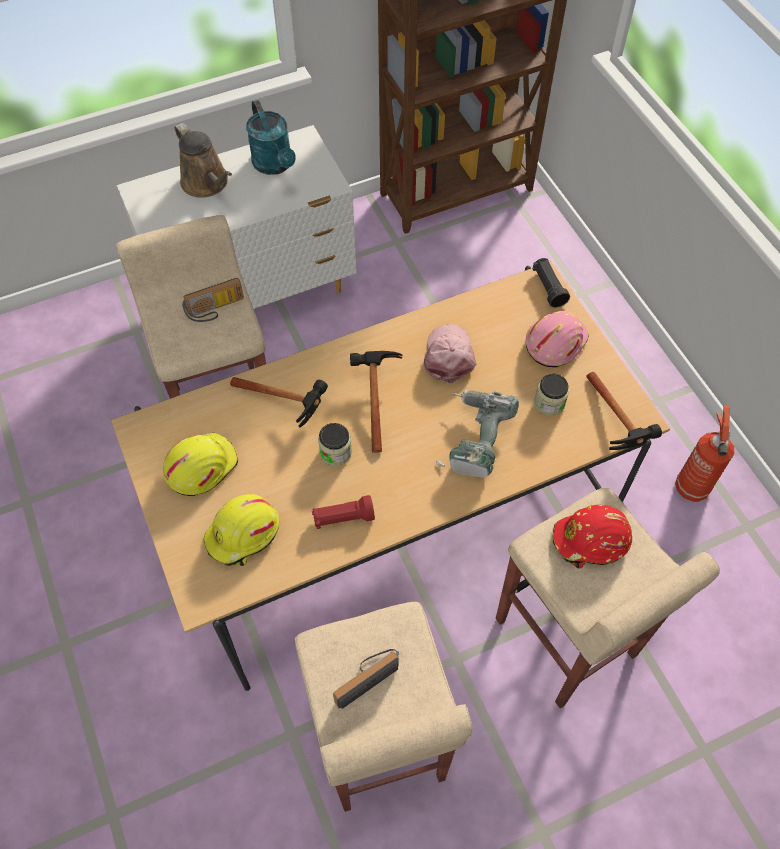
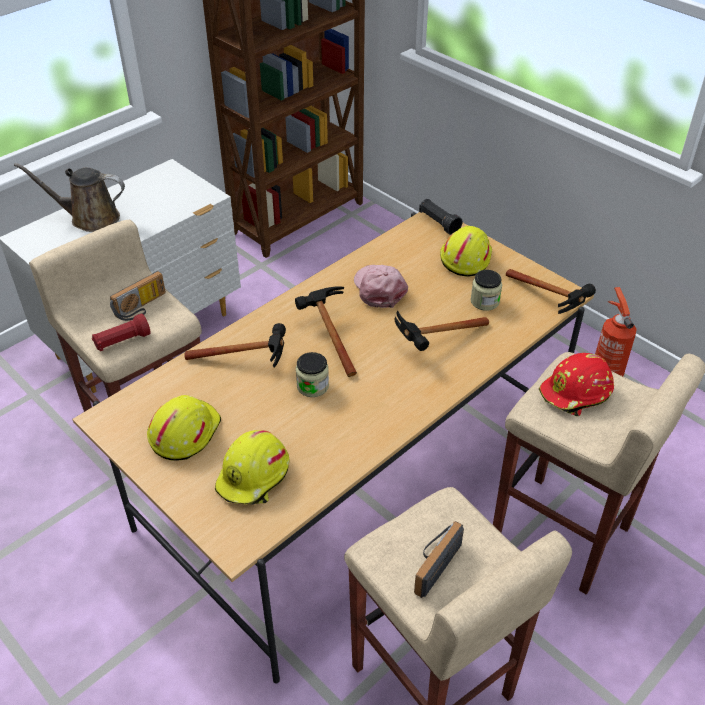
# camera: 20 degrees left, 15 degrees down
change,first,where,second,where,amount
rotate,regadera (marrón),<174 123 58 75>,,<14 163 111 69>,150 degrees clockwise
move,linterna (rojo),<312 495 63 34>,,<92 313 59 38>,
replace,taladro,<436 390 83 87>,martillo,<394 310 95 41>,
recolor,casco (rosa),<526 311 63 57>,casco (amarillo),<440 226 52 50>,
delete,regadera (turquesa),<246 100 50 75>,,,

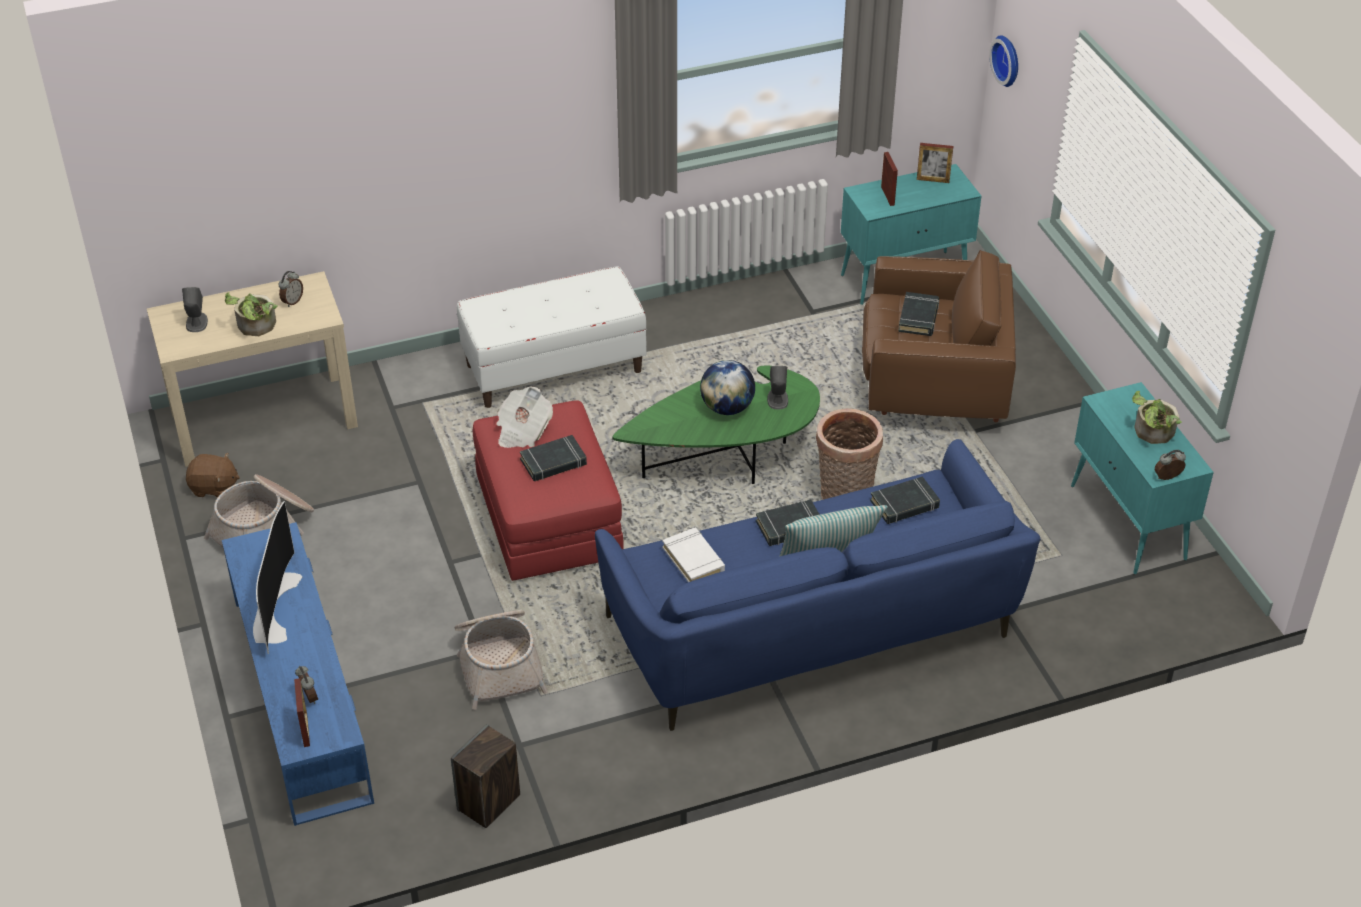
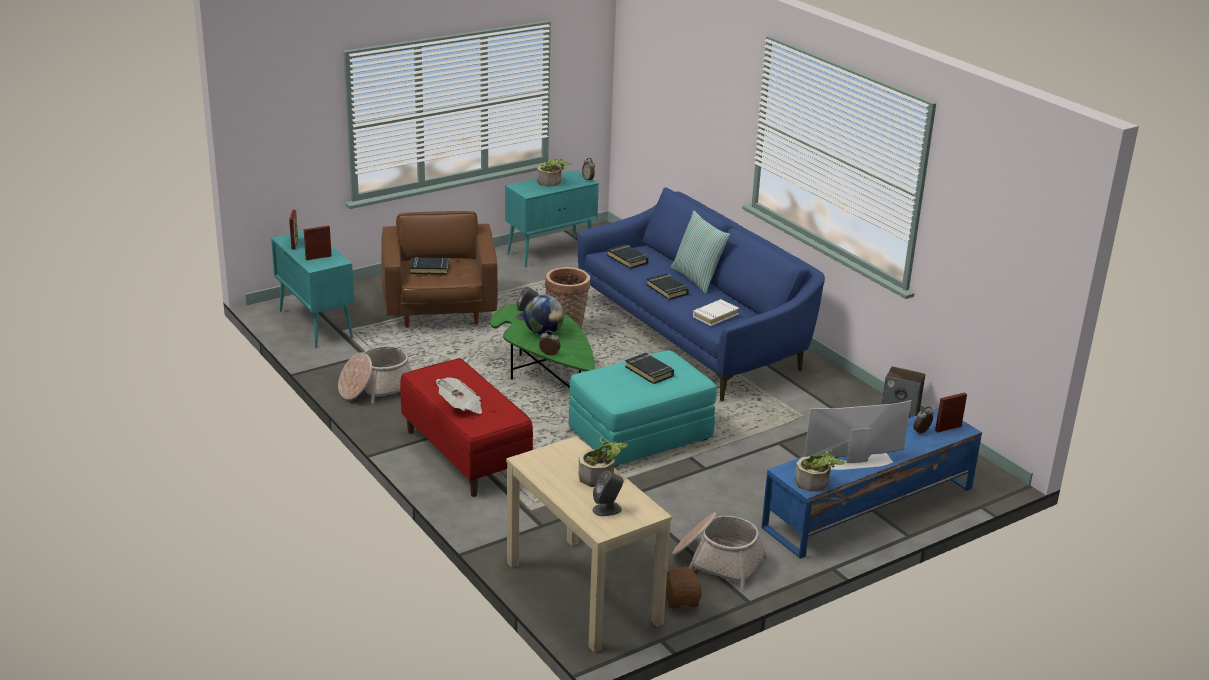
# camera: 105 degrees left, 15 degrees down
change,first,where,second,where,amount
move,cesta,<455 610 93 100>,,<338 346 74 57>,
recolor,banco (blanco),<457 266 189 142>,banco (rojo),<400 358 133 139>,
move,periódico,<497 386 56 62>,,<436 377 46 37>,
move,despertador,<279 271 24 36>,,<539 331 21 24>,
recolor,puf (rojo),<473 400 151 181>,puf (turquesa),<569 350 148 117>,
insert,,,planta en maceta,<795 449 51 43>,
delete,reloj de pared,<989 35 29 52>,,,

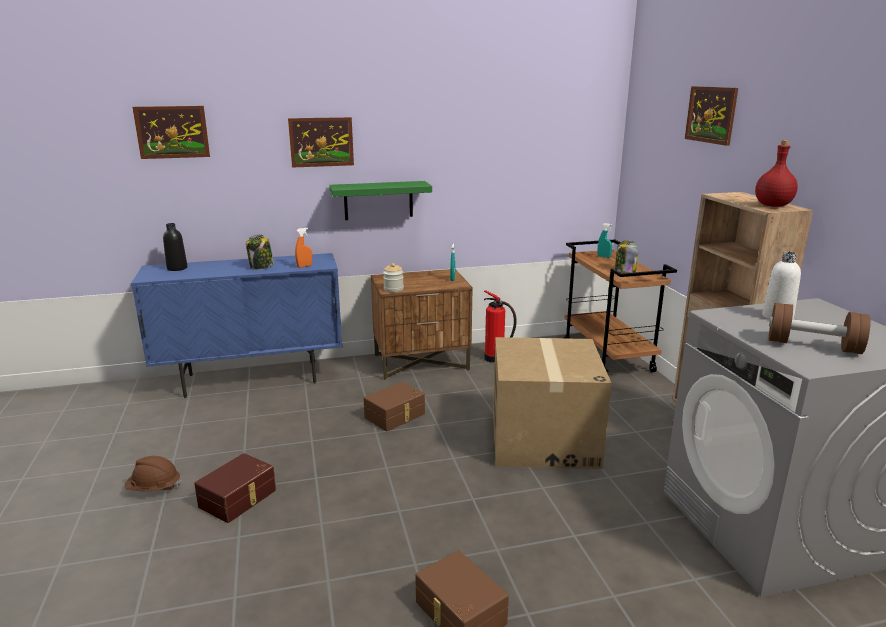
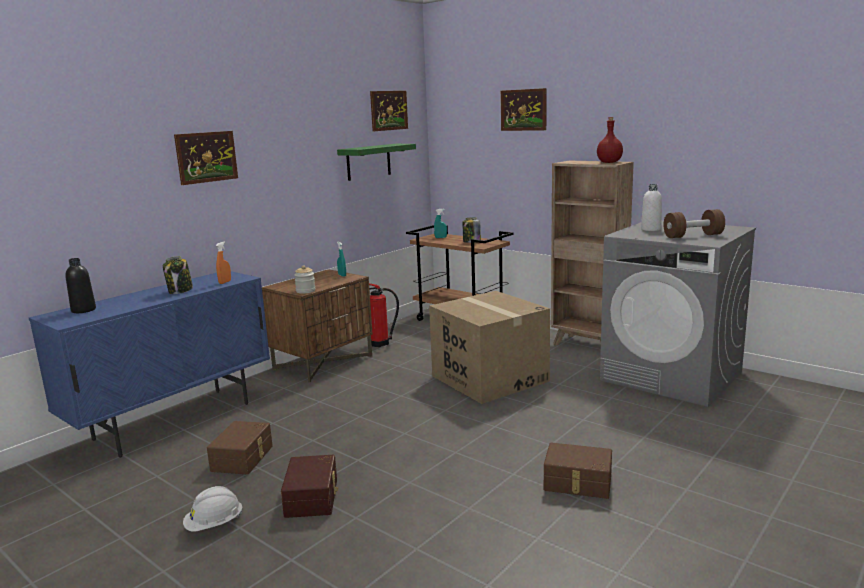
# camera: 35 degrees left, 5 degrees down
change,first,where,second,where,amount
recolor,casco (marrón),<124 456 57 36>,casco (blanco),<183 486 60 46>,
move,caja de almacenaje (marrón),<364 382 61 49>,,<207 421 66 54>,
move,estante (verde),<329 181 103 39>,,<337 144 79 37>,
move,cuadro,<132 106 78 53>,,<370 91 38 40>,

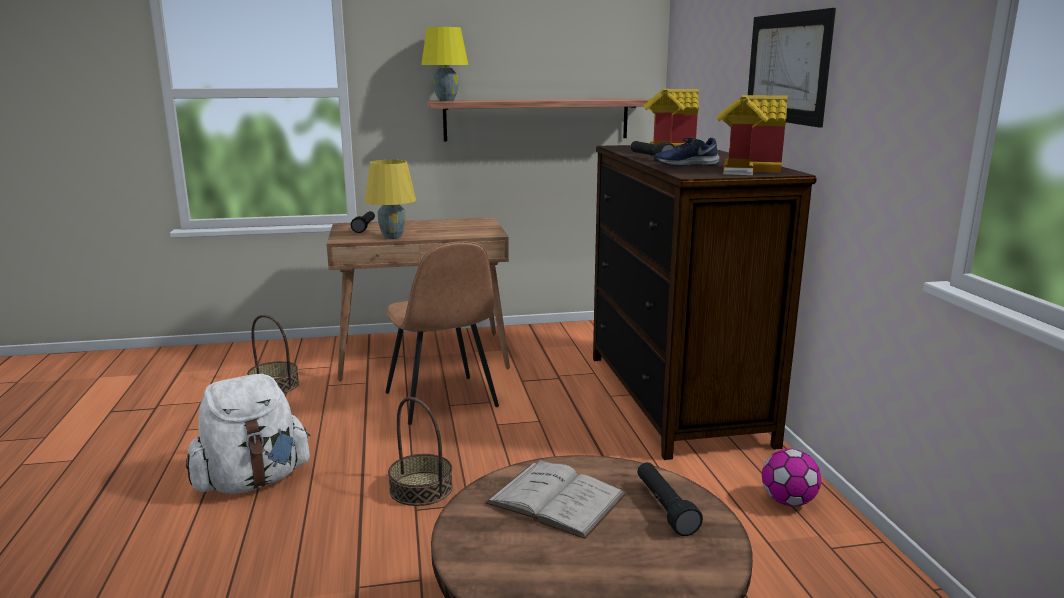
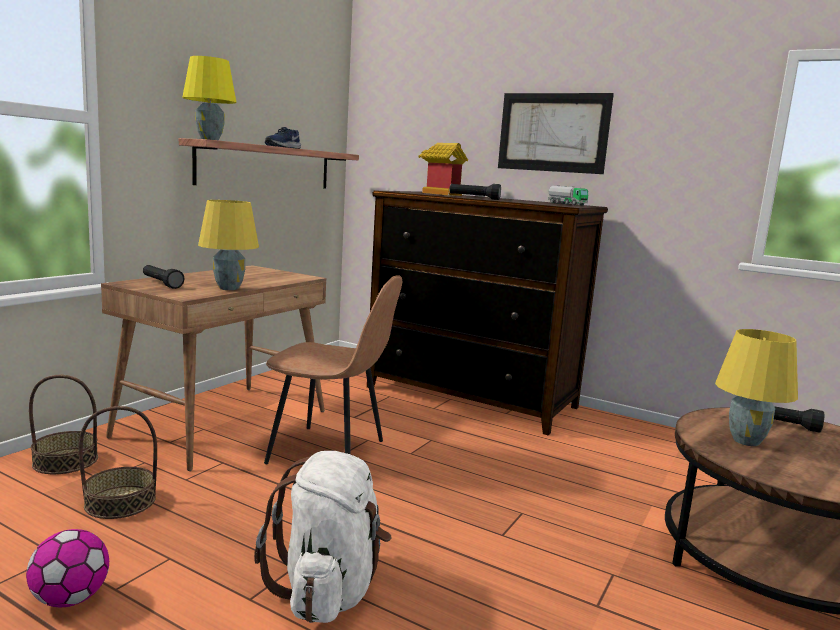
# camera: 50 degrees left, 5 degrees down
change,first,where,second,where,amount
move,balón de fútbol,<762 449 59 57>,,<26 529 83 79>,
move,cesta,<388 397 65 109>,,<29 375 69 99>,
move,zapato (azul),<654 137 66 29>,,<265 127 36 22>,
replace,casita,<717 95 71 80>,camión de juguete,<548 185 40 21>,
replace,libro (blanco),<485 459 141 80>,lámpara de mesa (amarillo),<715 329 83 117>,

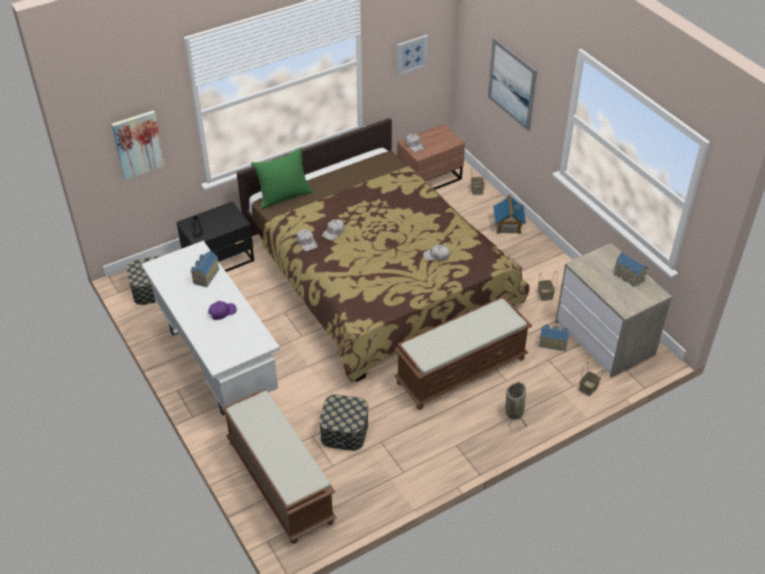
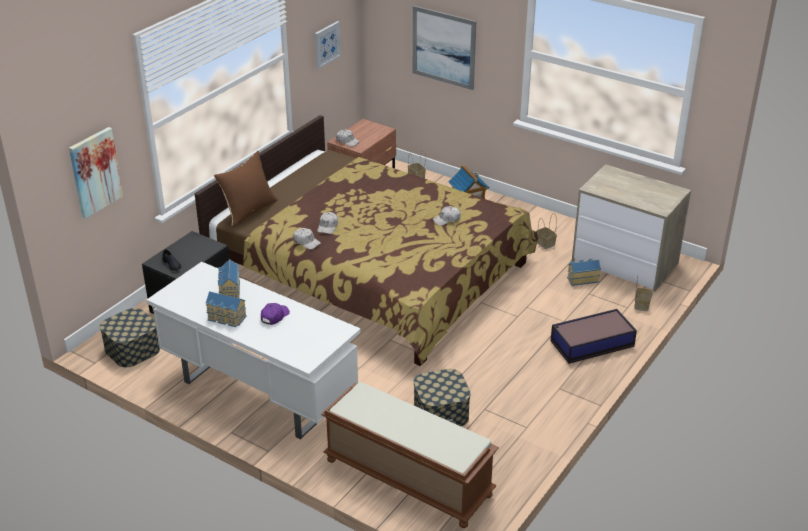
# camera: 25 degrees left, 10 degrees down
change,first,where,second,where,amount
move,casita,<613 252 35 35>,,<206 291 41 36>,
recolor,cojín (verde),<251 147 62 61>,cojín (marrón),<214 151 64 76>,
replace,cesta,<505 382 23 47>,caja de almacenaje,<551 309 86 55>,
delete,banco (marrón),<394 296 138 114>,,,

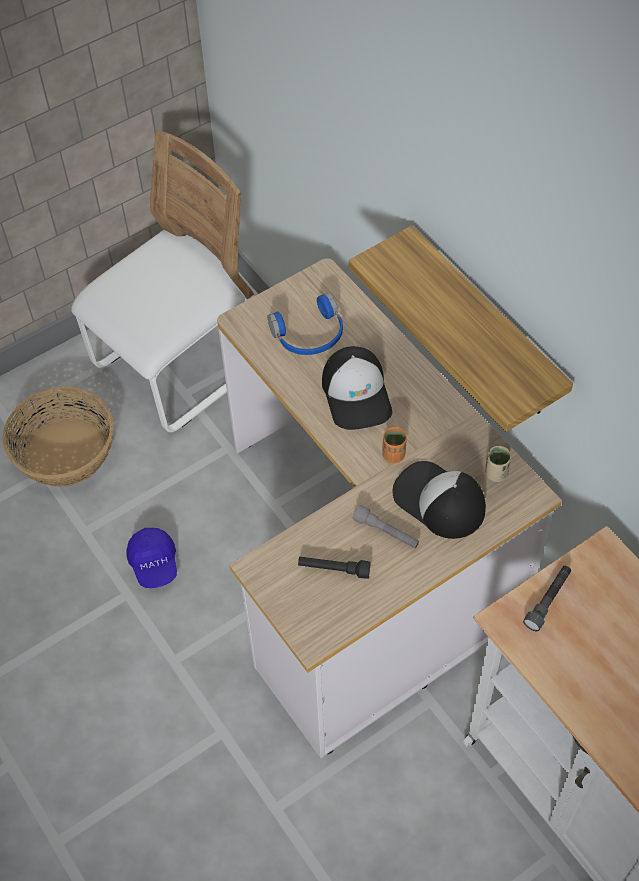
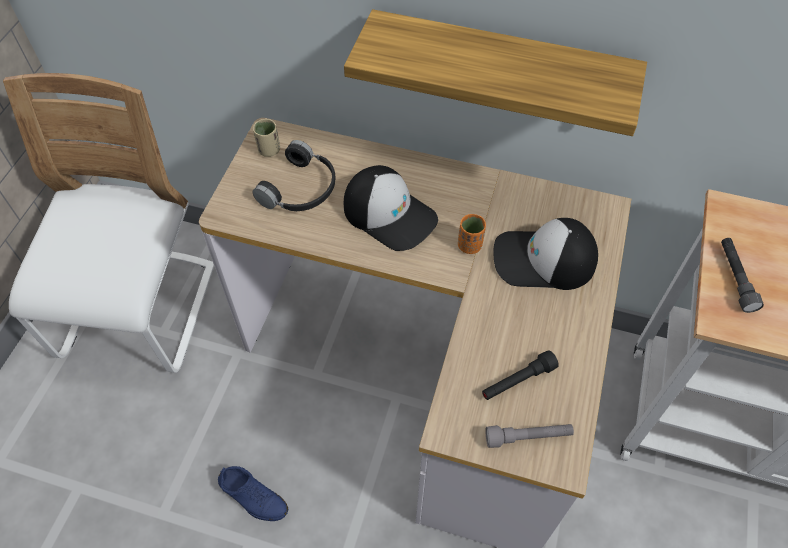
# camera: 40 degrees left, 0 degrees up
change,first,where,second,where,amount
replace,gorra (azul),<126 528 51 60>,zapato (azul),<218 466 70 55>,
move,taza (beis),<485 446 26 36>,,<253 119 27 38>,
recolor,auriculares (azul),<267 293 76 62>,auriculares (negro),<253 140 82 71>,
move,linterna (gris),<353 505 66 43>,,<485 424 89 24>,
delete,cesta,<3 387 111 100>,,,

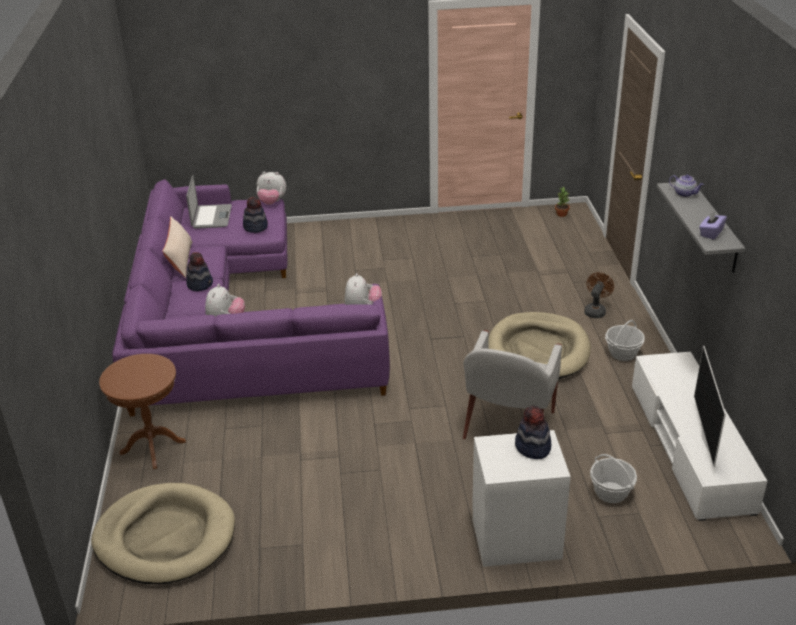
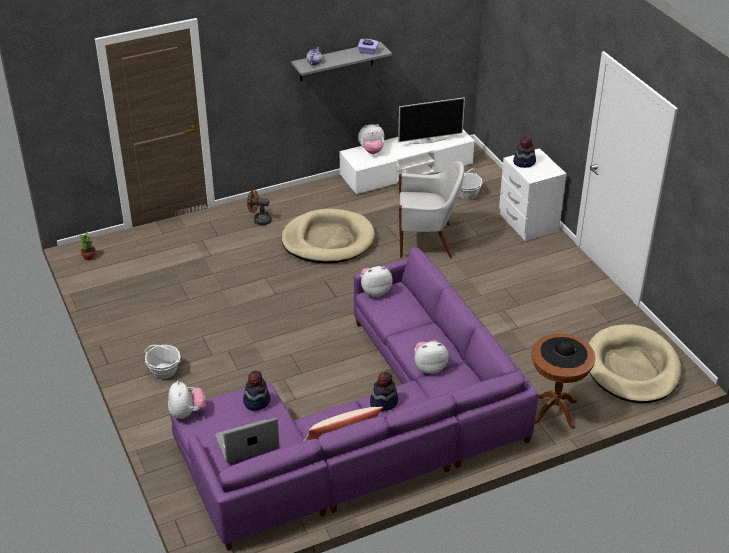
# camera: 110 degrees left, 5 degrees up
change,first,where,second,where,amount
move,cesta,<605 320 40 41>,,<144 345 37 34>,
insert,,,peluche,<358 124 27 30>,
insert,,,sombrero (negro),<541 337 47 31>,

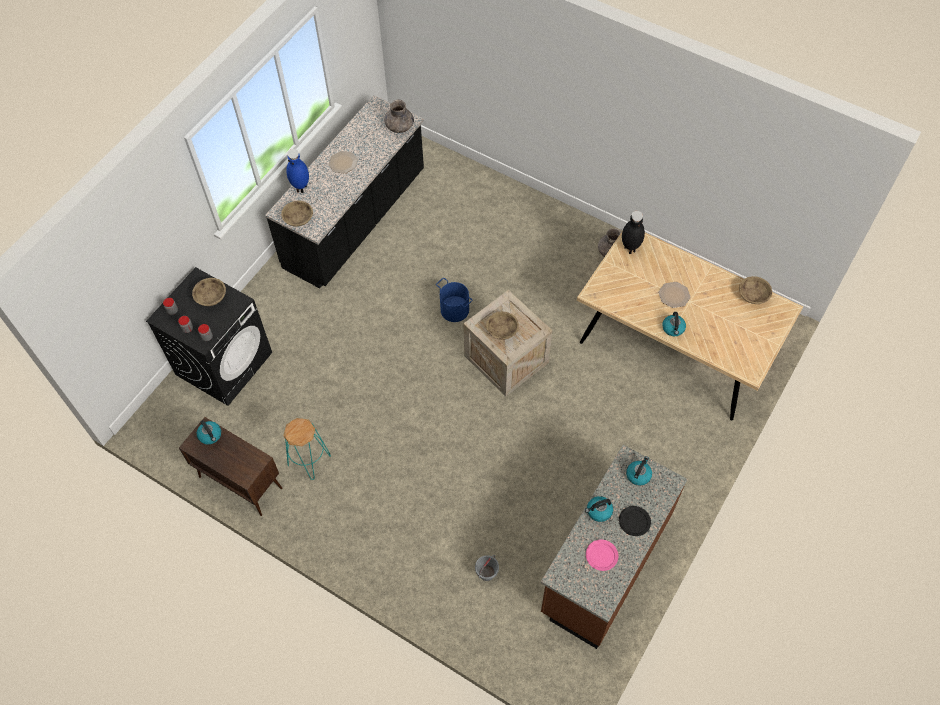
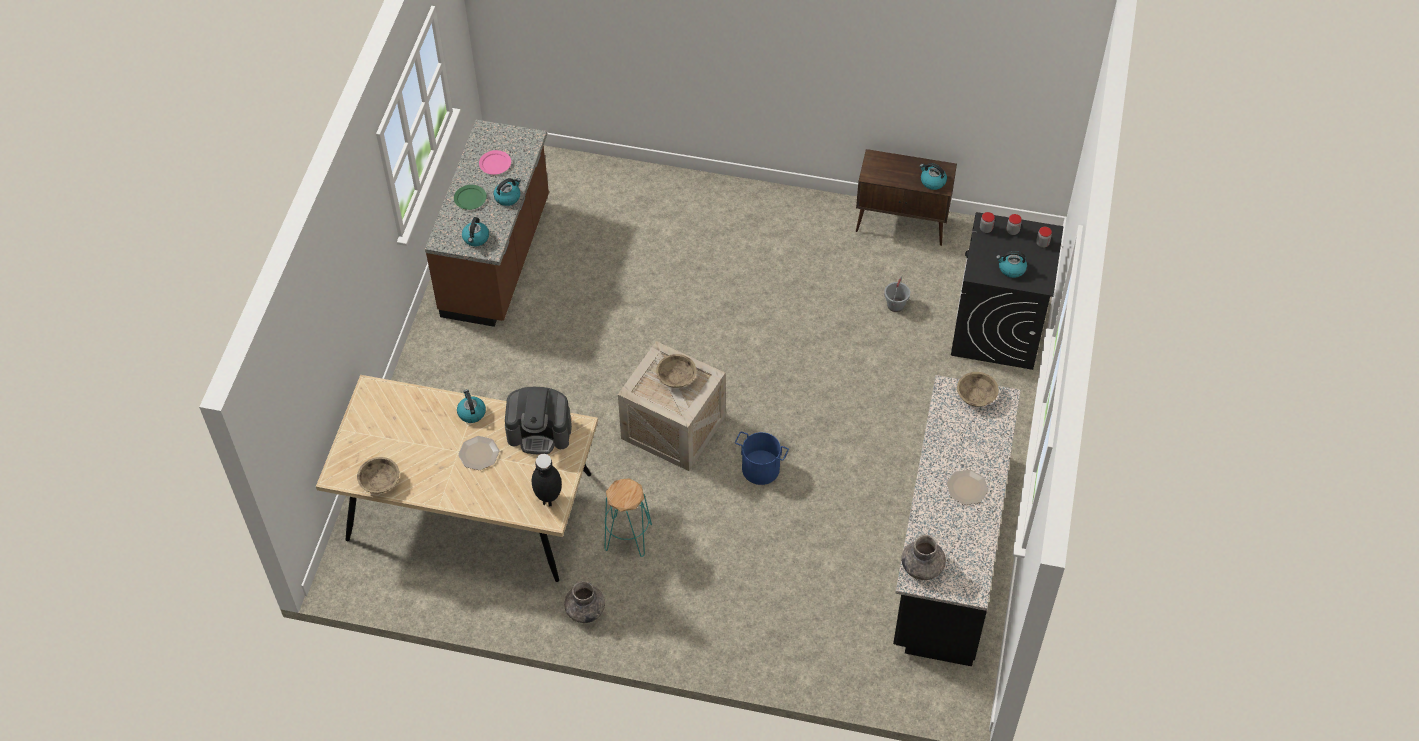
# camera: 160 degrees right, 5 degrees down
change,first,where,second,where,amount
recolor,plato (negro),<619 506 32 30>,plato (verde),<454 185 33 25>,
insert,,,cafetera,<505 387 67 68>,
move,taburete (turquesa),<283 418 48 62>,,<604 478 48 79>,
move,cubo (gris),<475 555 24 26>,,<884 277 26 35>,
replace,cuenco (beis),<192 278 34 28>,hervidor,<996 251 31 27>,
delete,florero (azul),<286 149 23 44>,,,

